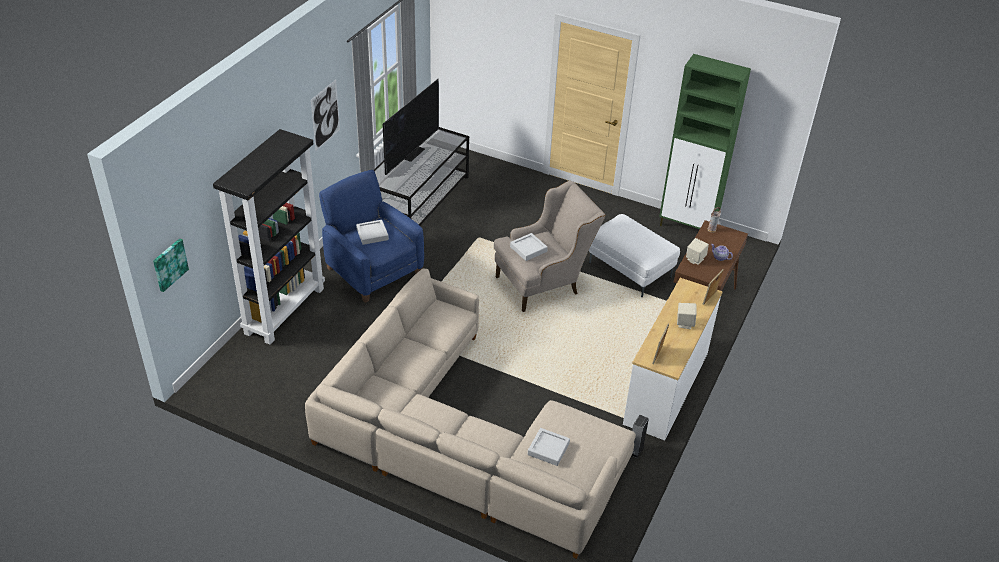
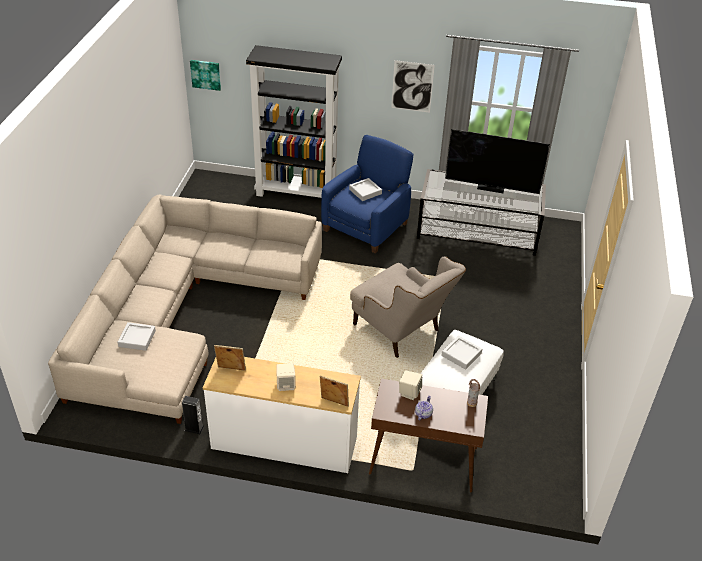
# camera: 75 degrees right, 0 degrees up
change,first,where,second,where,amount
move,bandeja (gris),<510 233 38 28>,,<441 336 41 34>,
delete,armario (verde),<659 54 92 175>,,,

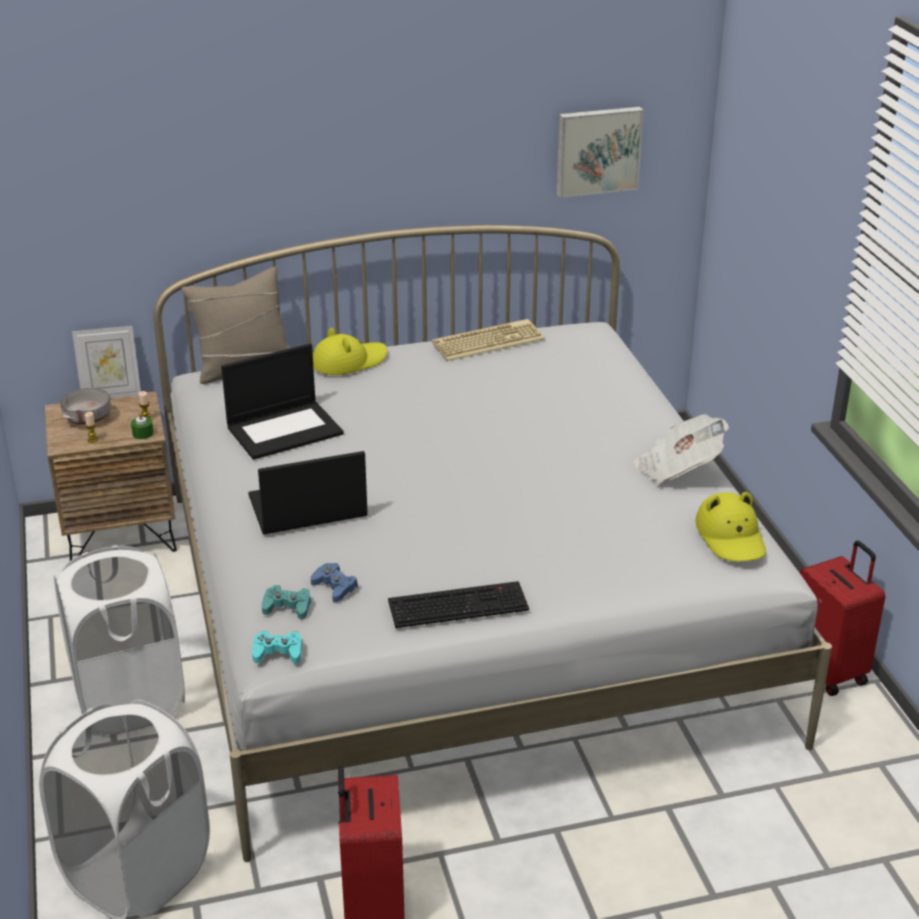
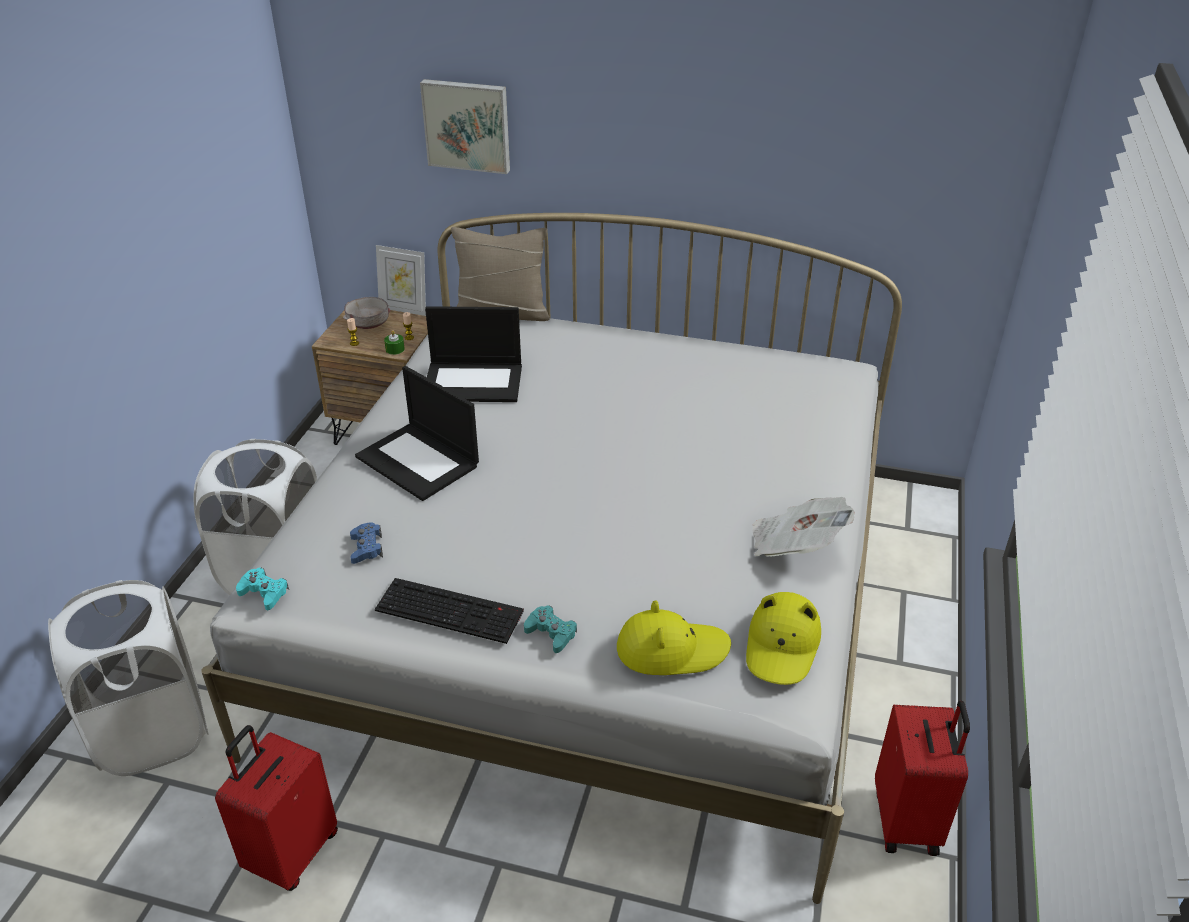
# camera: 30 degrees right, 5 degrees up
change,first,where,second,where,amount
rotate,portátil,<248 451 120 84>,,<355 366 124 135>,150 degrees counterclockwise
move,cuadro,<557 107 87 91>,,<420 79 90 95>,
move,mando de consola (turquesa),<262 585 49 35>,,<524 605 53 48>,
move,sombrero (amarillo),<313 327 74 48>,,<617 600 114 75>,
delete,teclado,<432 319 113 42>,,,

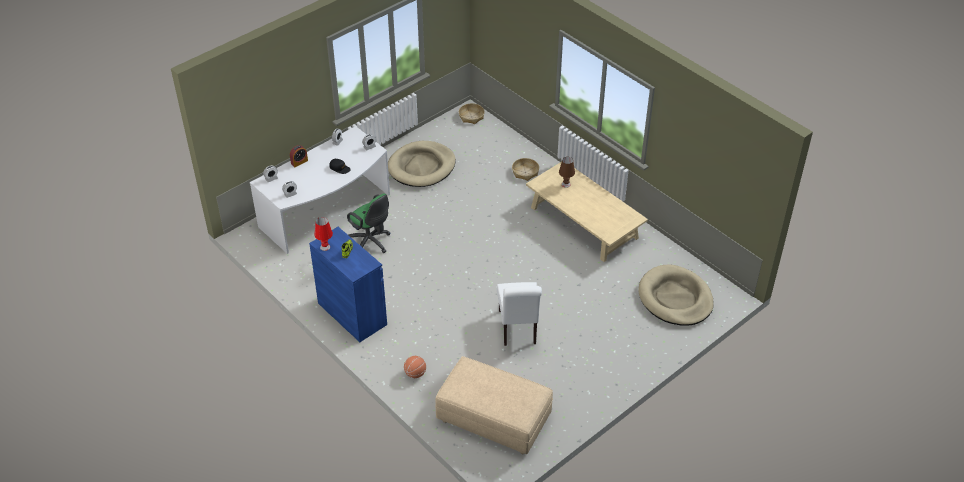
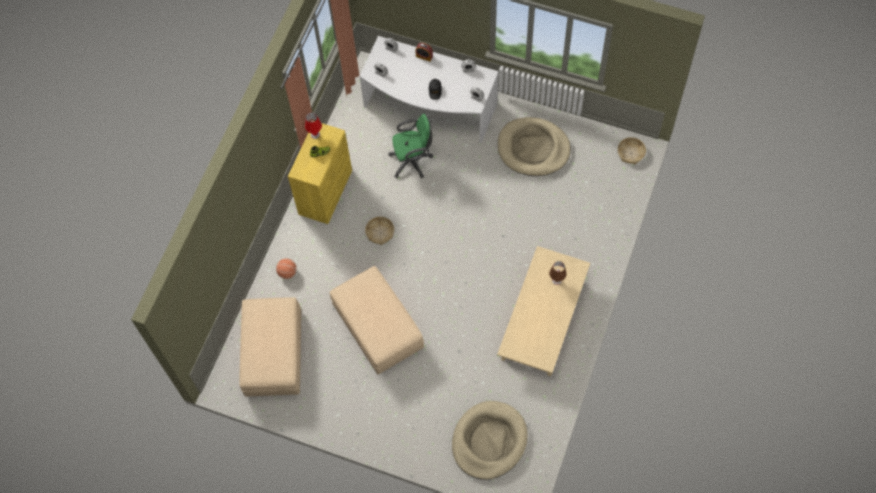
# camera: 65 degrees right, 20 degrees up
change,first,where,second,where,amount
recolor,armario (azul),<309 227 78 115>,armario (amarillo),<288 123 64 101>,
replace,silla (blanco),<497 282 45 64>,puf (beis),<330 266 94 108>,
move,cesta,<512 158 27 23>,,<365 217 29 28>,
rotate,silla de oficina (verde),<347 193 44 60>,,<388 114 45 64>,120 degrees counterclockwise

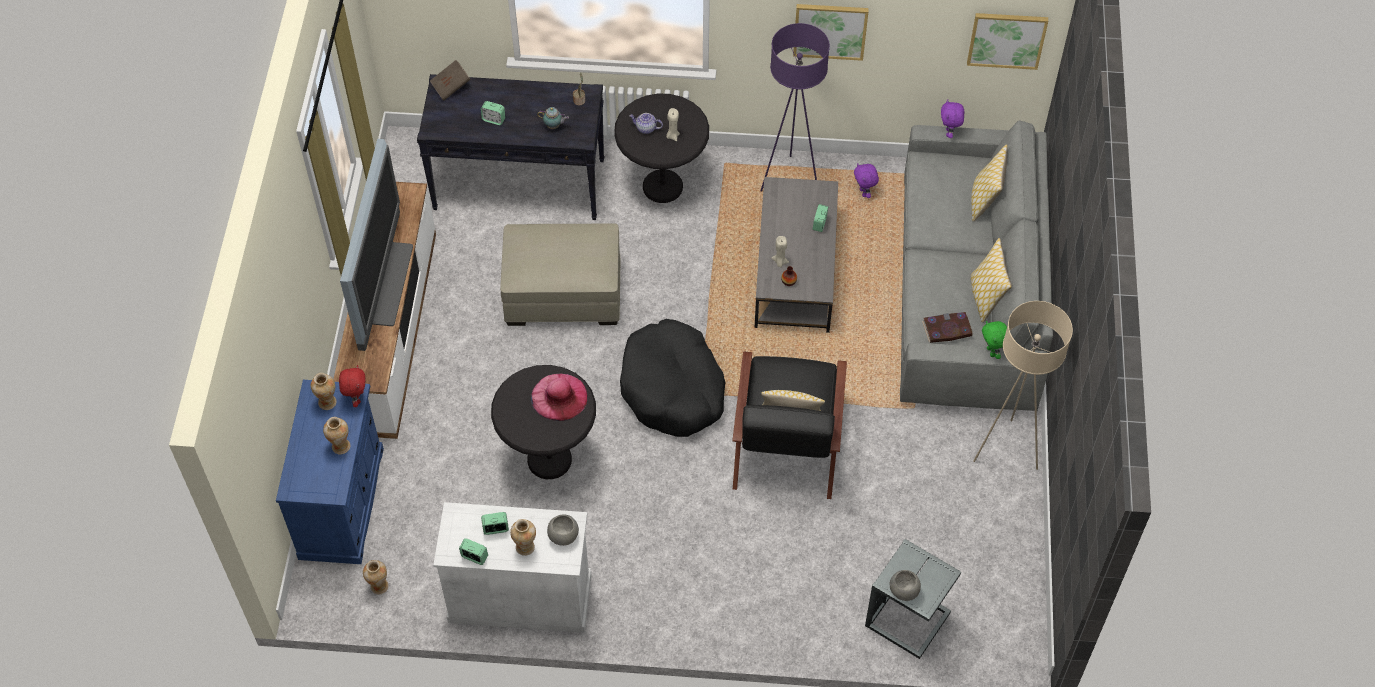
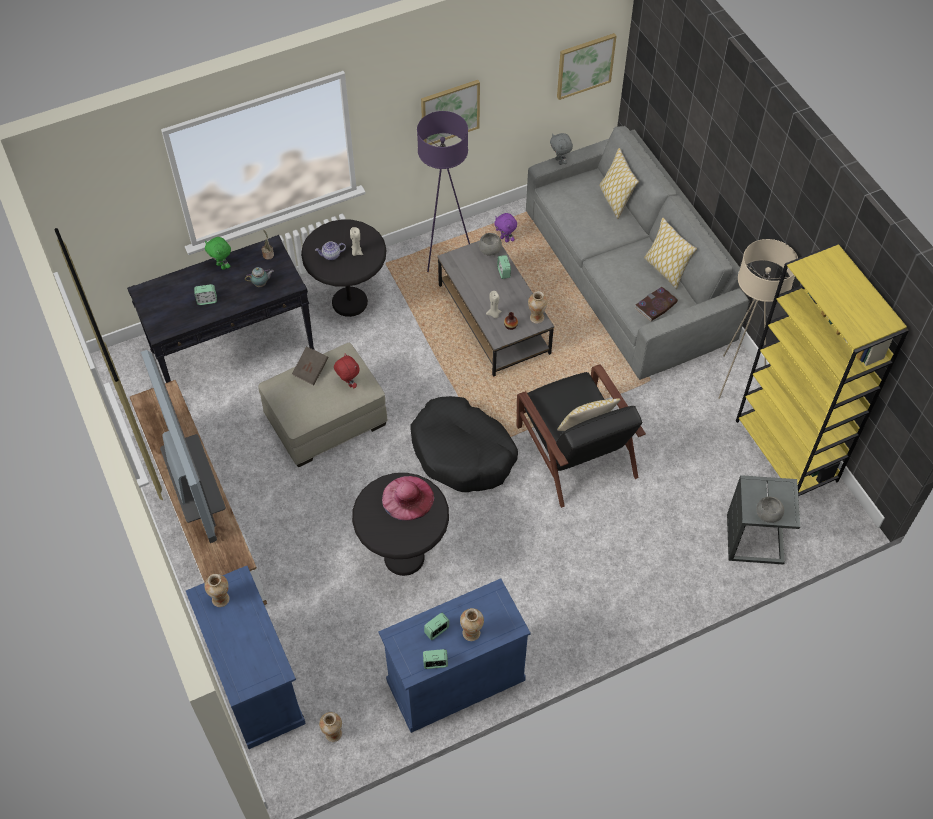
# camera: 30 degrees left, 0 degrees up
change,first,where,second,where,amount
move,peluche (verde),<982 321 25 38>,,<205 237 26 33>,
move,libro (marrón),<430 60 41 40>,,<292 346 37 39>,
move,peluche (rojo),<339 365 27 42>,,<334 353 26 35>,
recolor,armario (blanco),<433 502 158 131>,armario (azul),<378 578 153 155>,
move,cuenco (gris),<547 514 32 32>,,<479 233 23 22>,
move,florero,<323 417 27 37>,,<528 291 20 33>,
recolor,peluche (morado),<941 99 23 39>,peluche (gris),<550 133 23 32>,
insert,,,estantería (amarillo),<736 243 173 253>,

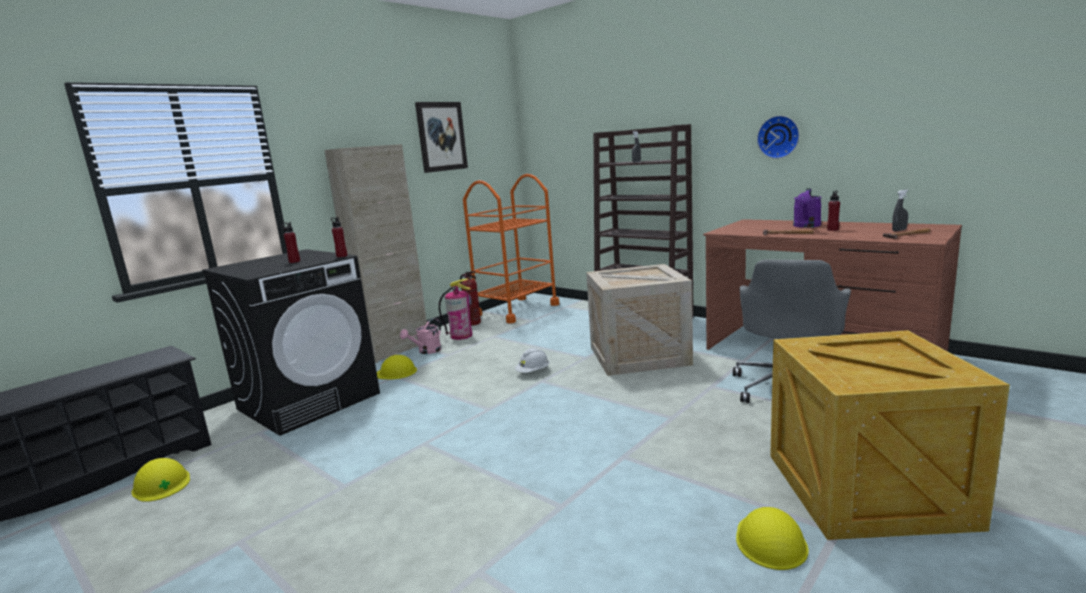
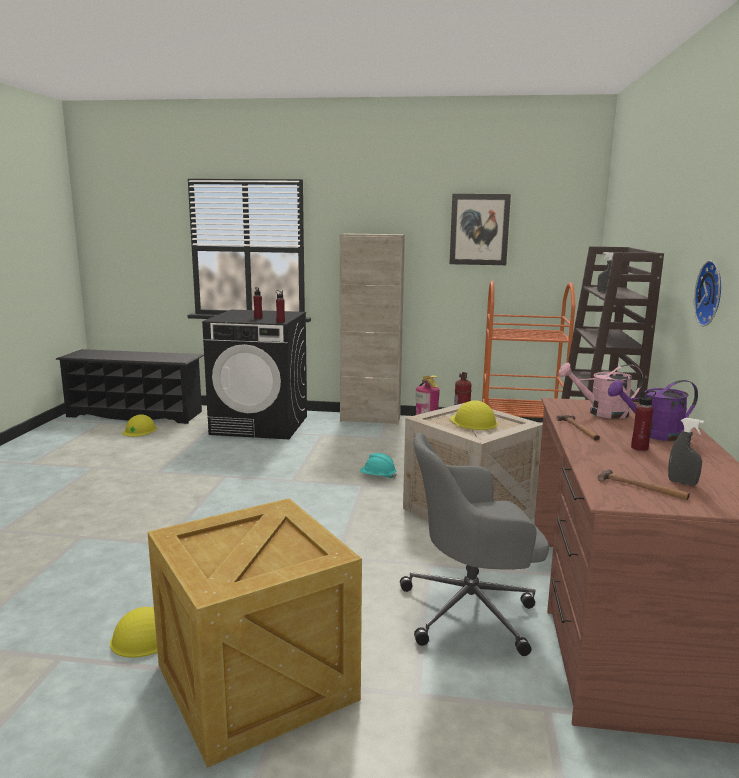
# camera: 55 degrees right, 0 degrees up
change,first,where,second,where,amount
recolor,casco (blanco),<515 348 34 25>,casco (turquesa),<360 453 37 26>,
move,casco (amarillo),<377 355 40 24>,,<450 400 48 30>,
move,regadera (rosa),<400 318 42 36>,,<558 363 85 56>,

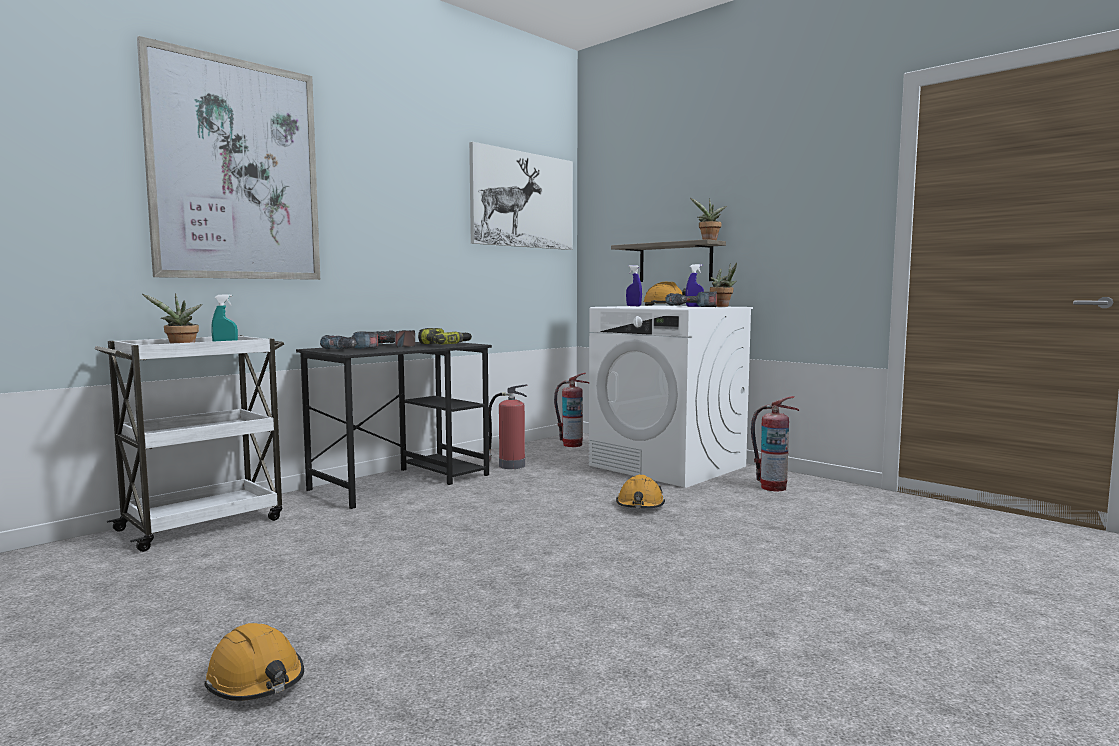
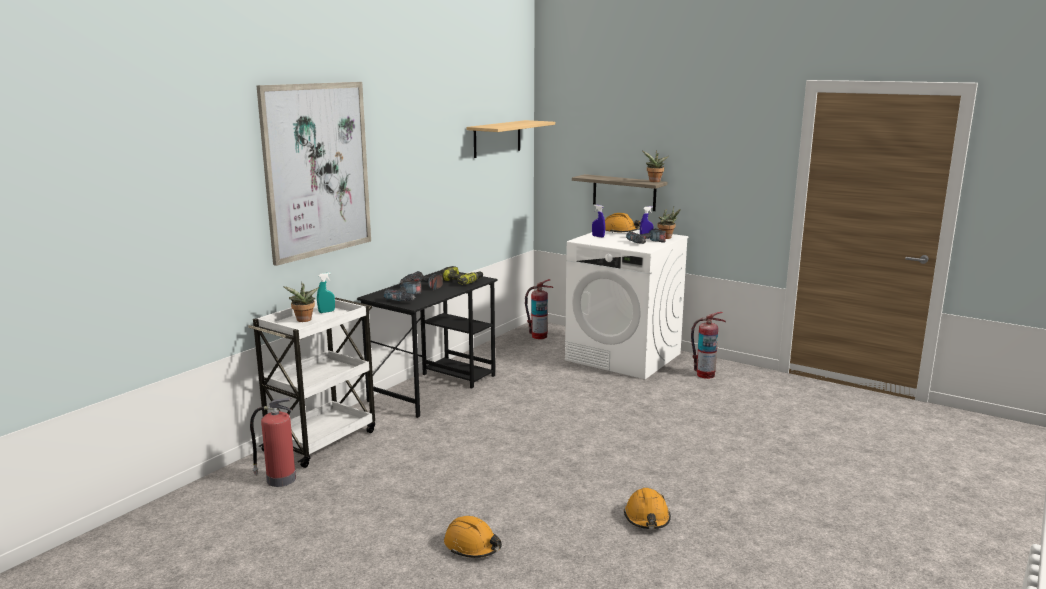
# camera: 10 degrees left, 10 degrees up
change,first,where,second,where,amount
move,extintor,<489 384 39 85>,,<250 398 46 89>,
replace,cuadro,<469 142 104 108>,estante,<466 120 89 38>,
move,casco (naranja),<616 475 49 33>,,<624 488 47 41>,

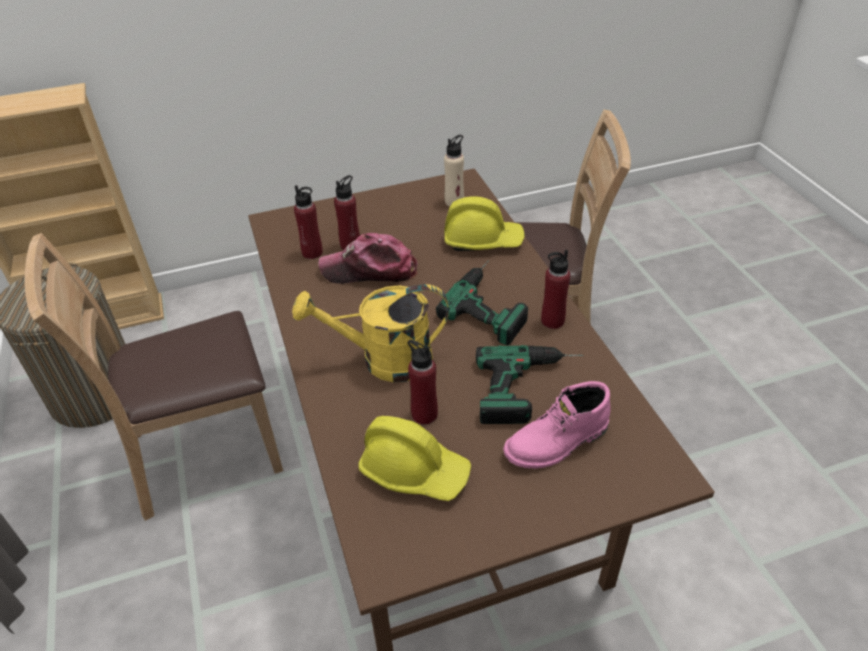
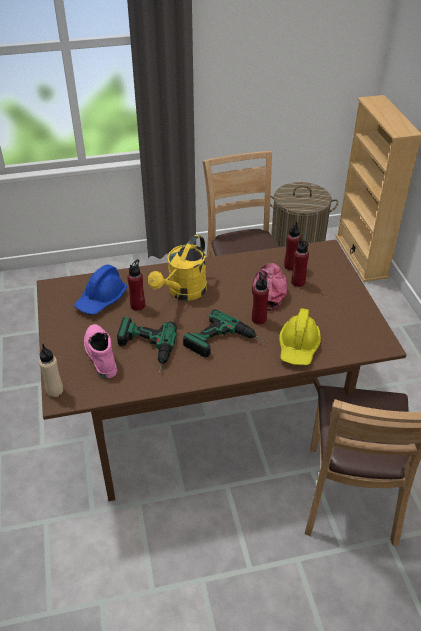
# camera: 95 degrees right, 0 degrees up
change,first,where,second,where,amount
move,botella (beis),<444 135 20 71>,,<39 344 24 53>,
recolor,casco (amarillo),<358 416 113 85>,casco (azul),<74 265 53 50>,
rotate,regadera (amarillo),<292 284 157 98>,,<148 235 59 66>,150 degrees counterclockwise
move,botella (rojo),<541 250 29 79>,,<252 272 17 52>,

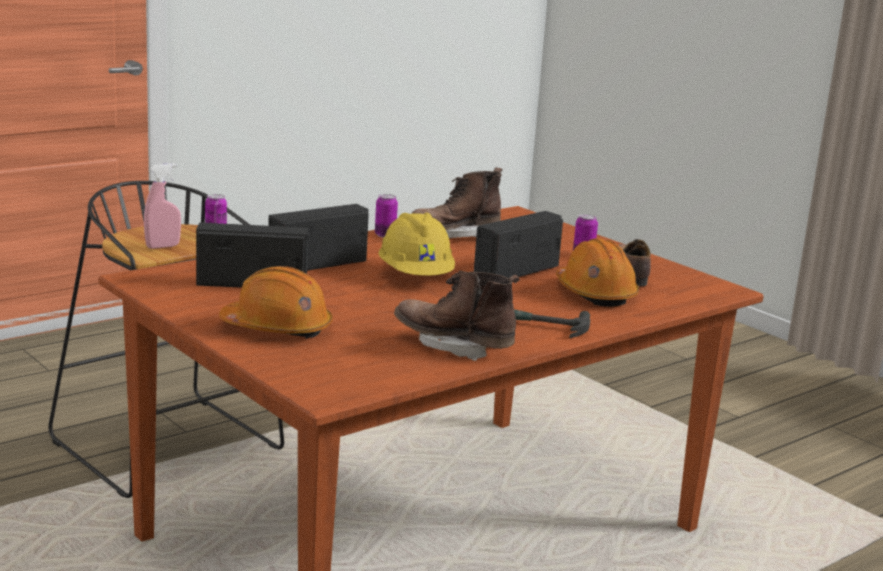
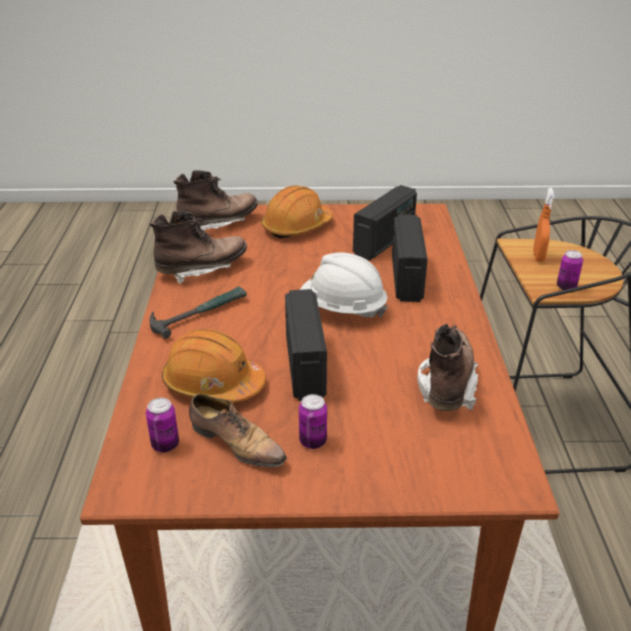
# camera: 130 degrees right, 15 degrees up
change,first,where,second,where,amount
move,lata,<375 194 23 44>,,<146 398 33 54>,
insert,,,bota (marrón),<173 170 85 61>,
recolor,casco (amarillo),<378 212 77 64>,casco (blanco),<300 253 88 65>,
recolor,pulverizador (rosa),<144 163 37 86>,pulverizador (naranja),<533 188 22 74>,

